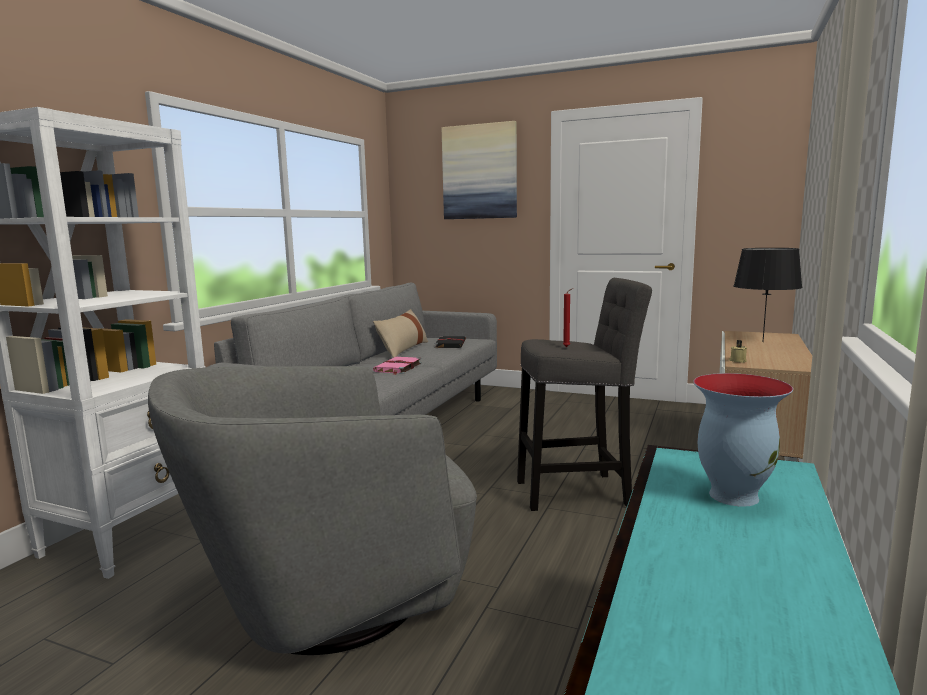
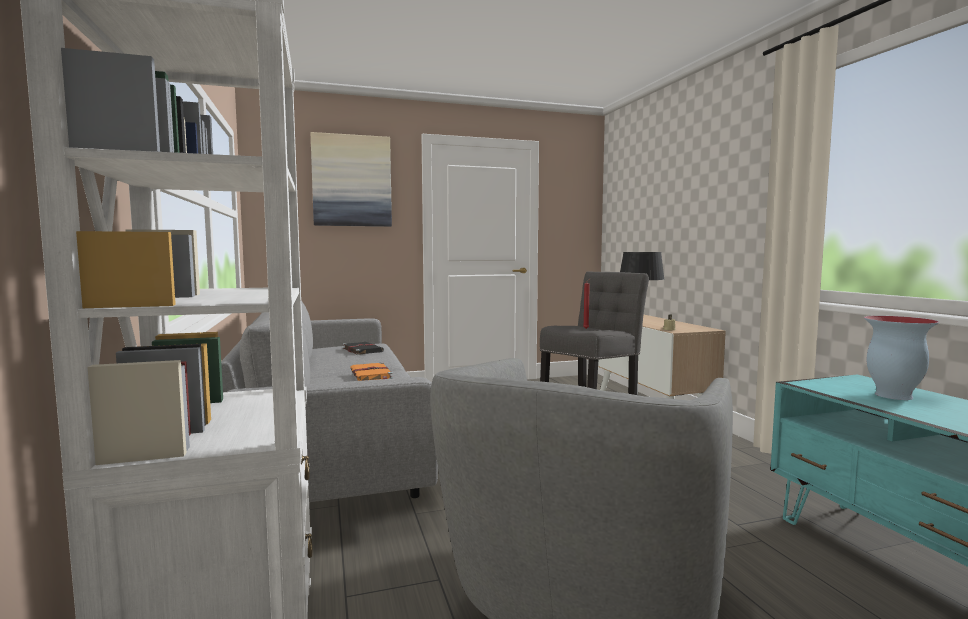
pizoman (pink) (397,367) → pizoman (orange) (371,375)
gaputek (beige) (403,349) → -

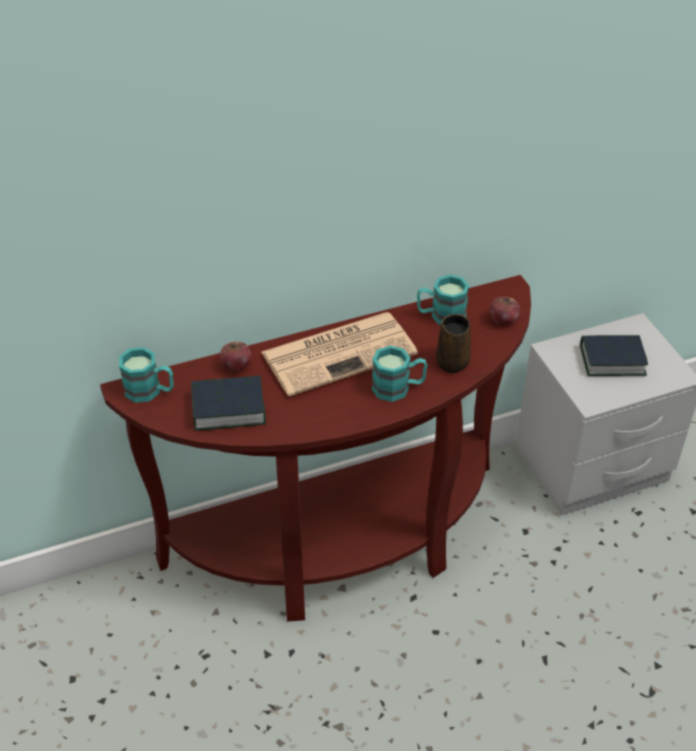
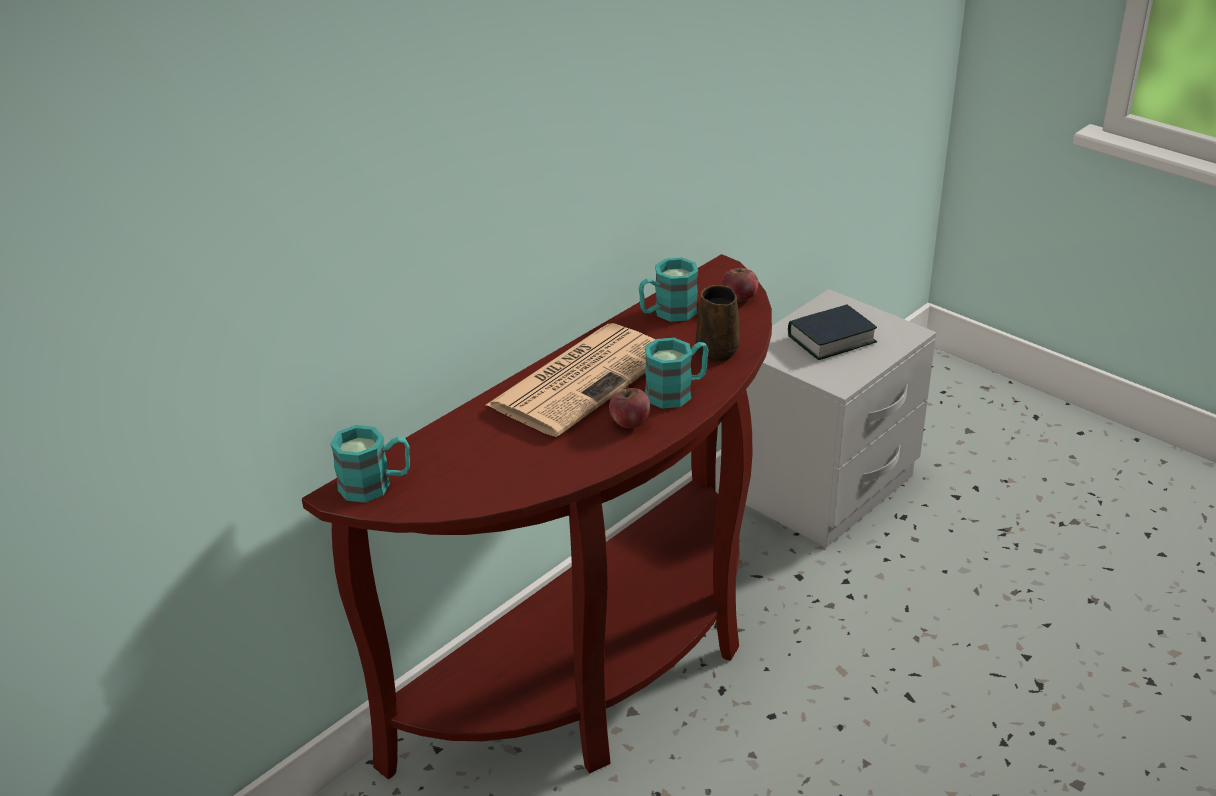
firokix (236,366) → firokix (629,422), move
pizoman (228,408) → -

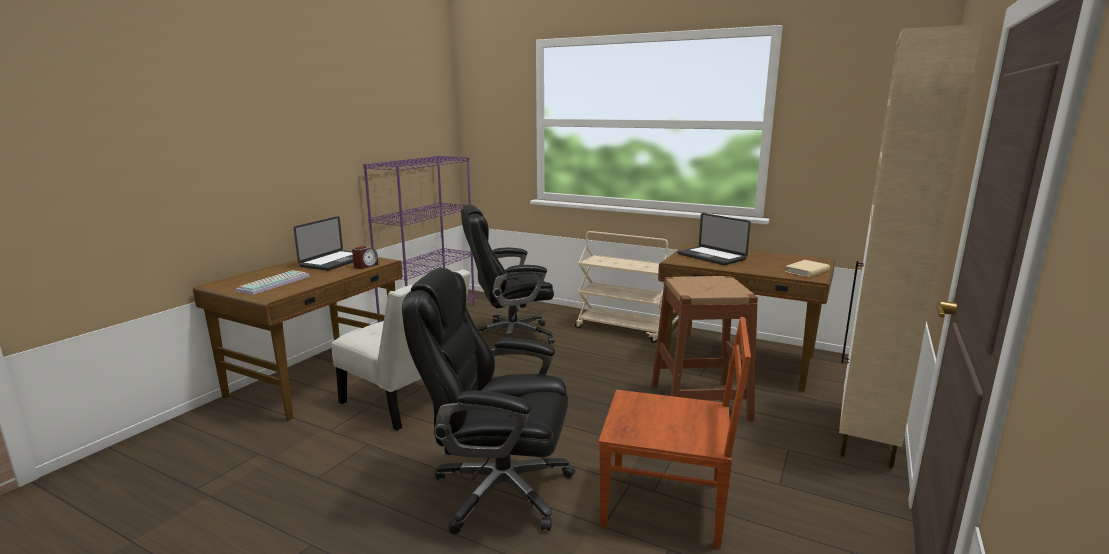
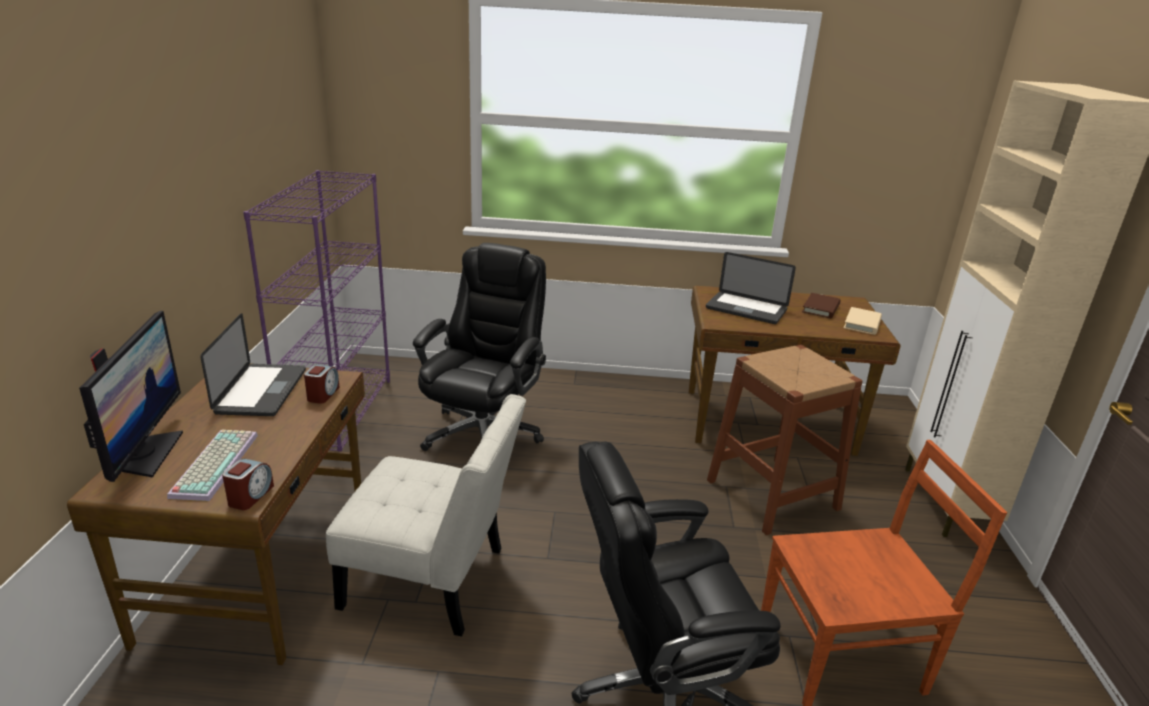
- → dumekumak (146,454)
- → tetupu (250,496)
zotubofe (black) (510,336) → zotubofe (black) (483,433), 150 degrees clockwise
- → pizoman (brown) (821,308)
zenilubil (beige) (622,329) → -

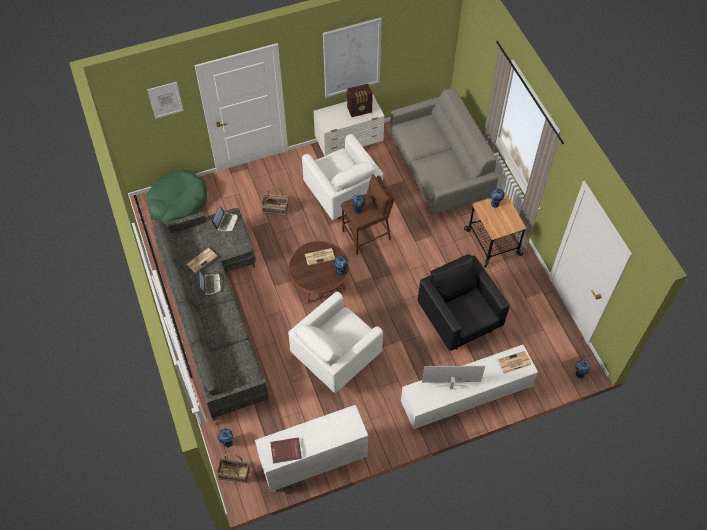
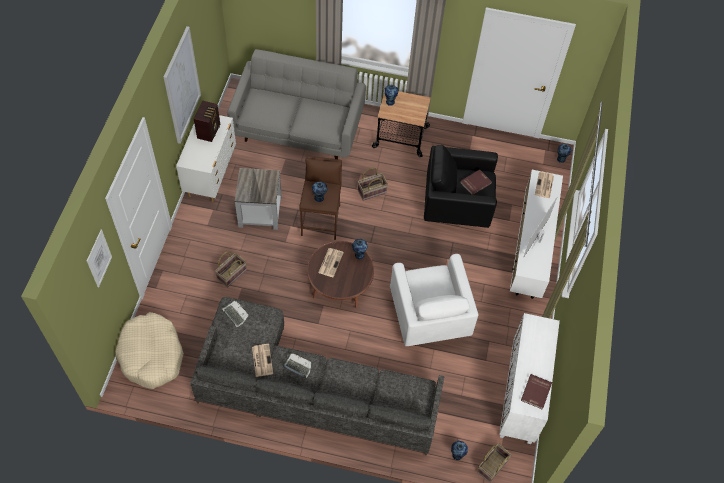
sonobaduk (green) (177,203) → sonobaduk (beige) (151,355)
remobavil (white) (342,194) → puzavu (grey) (260,212)
- → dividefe (372,191)
- → pizoman (red) (475,182)

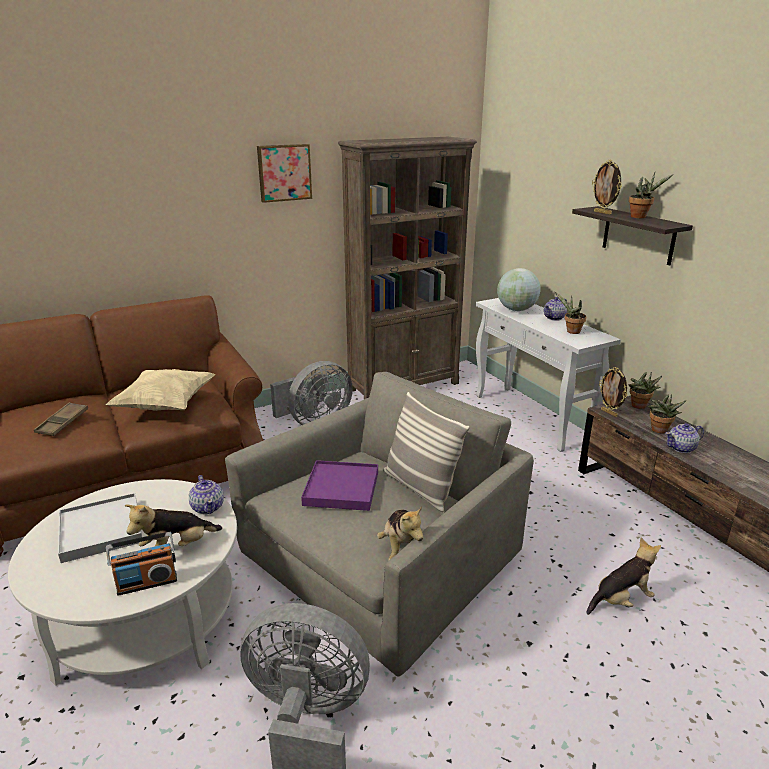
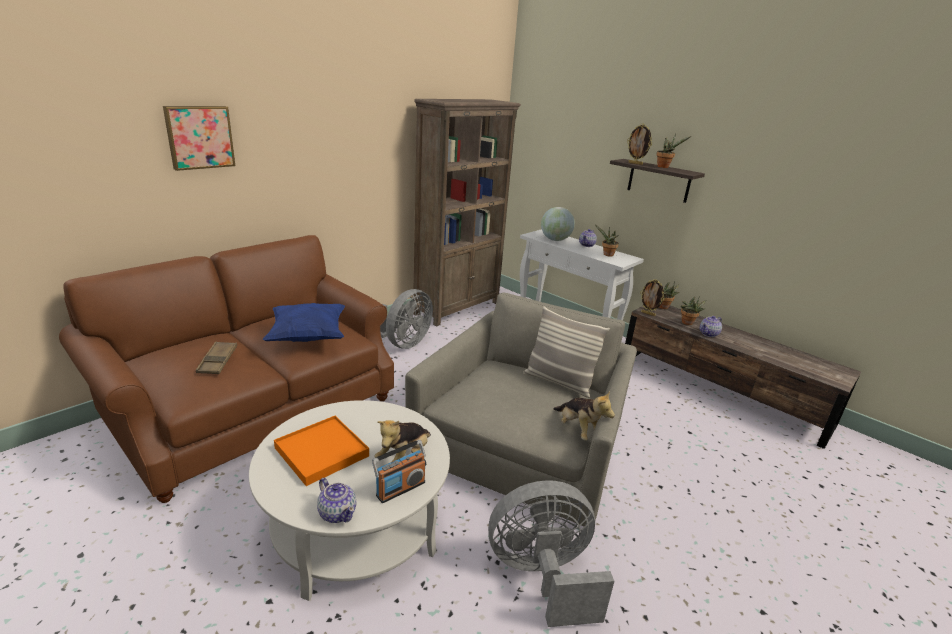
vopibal (284,172) → vopibal (199,137), move
gaputek (beige) (165,405) → gaputek (blue) (308,337)
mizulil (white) (101,530) → mizulil (orange) (321,452)
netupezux (208,507) → netupezux (337,513), move
mizulil (purple) (341,488) → -
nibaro (621,600) → -

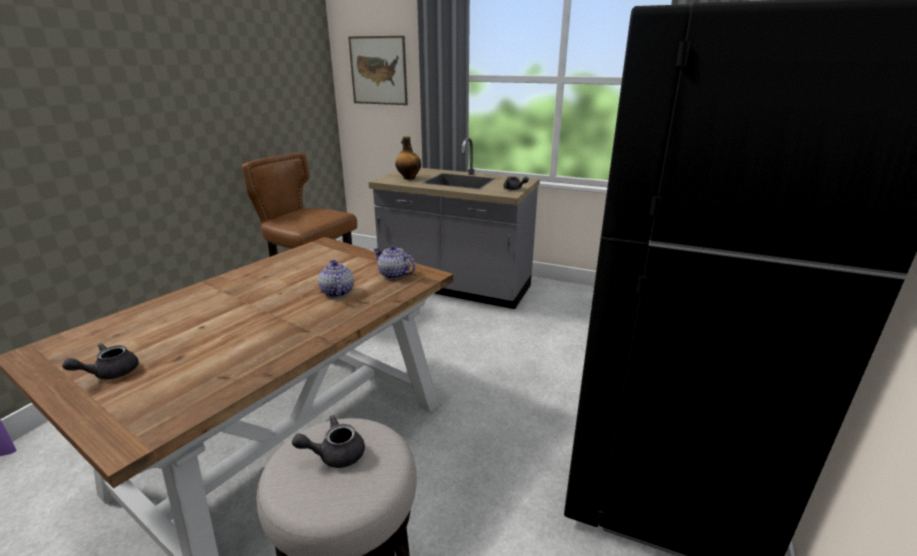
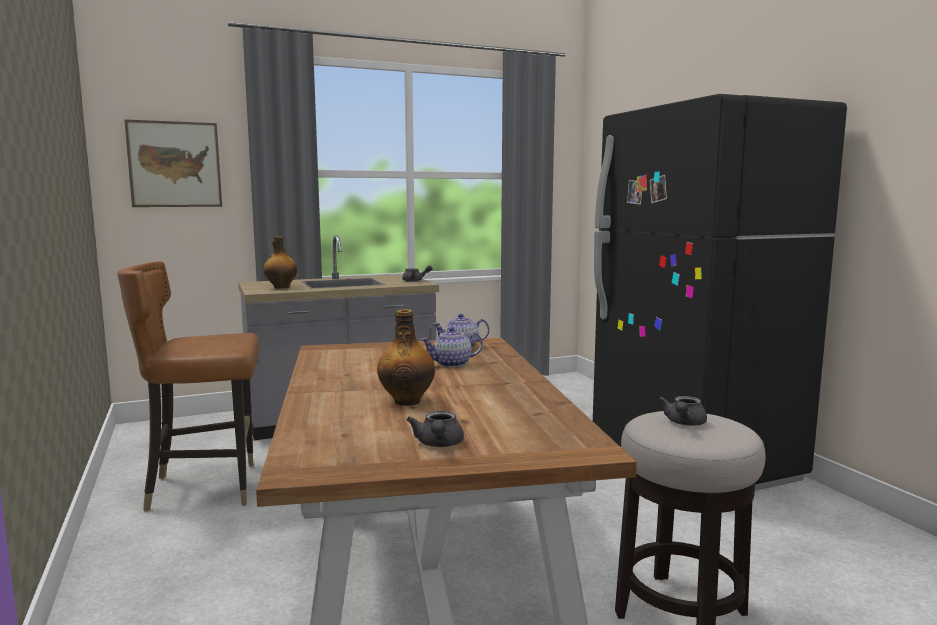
- → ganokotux (407,401)
netupezux (337,292) → netupezux (452,364), 45 degrees counterclockwise

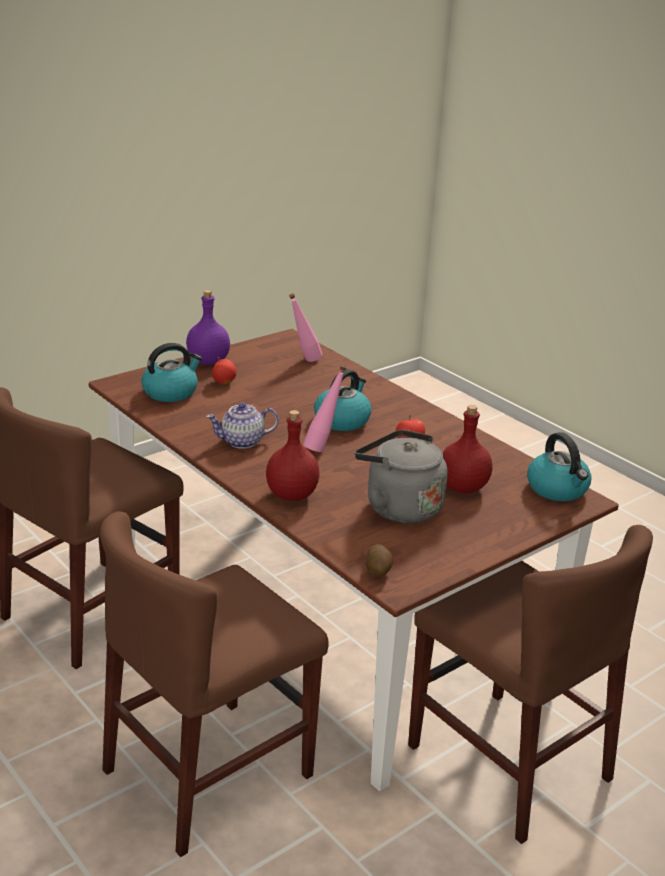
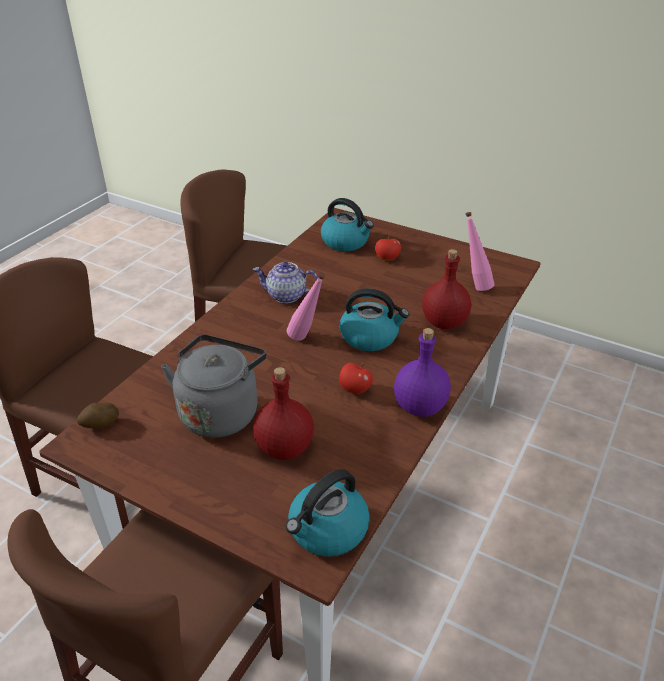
netupezux (242,442) → netupezux (286,296), 45 degrees counterclockwise
ganokotux (purple) (208,361) → ganokotux (purple) (420,406), move
ganokotux (red) (291,494) → ganokotux (red) (444,322), move

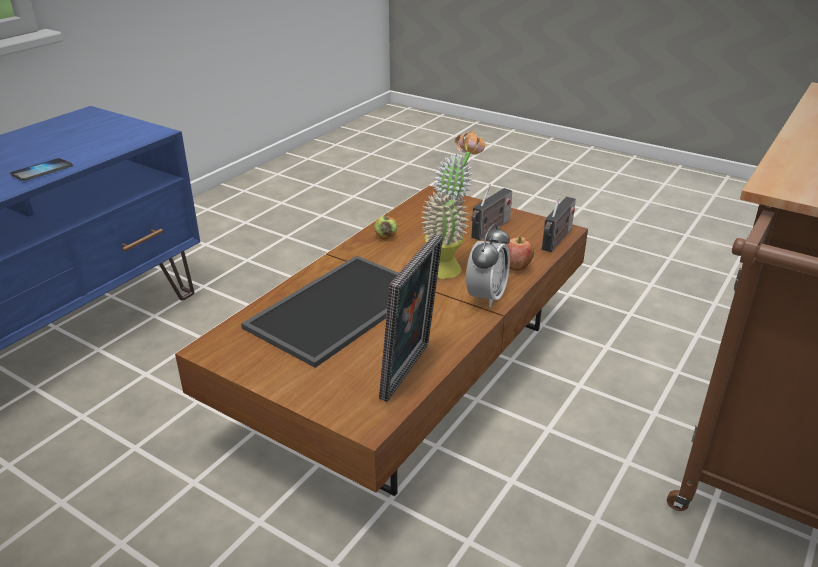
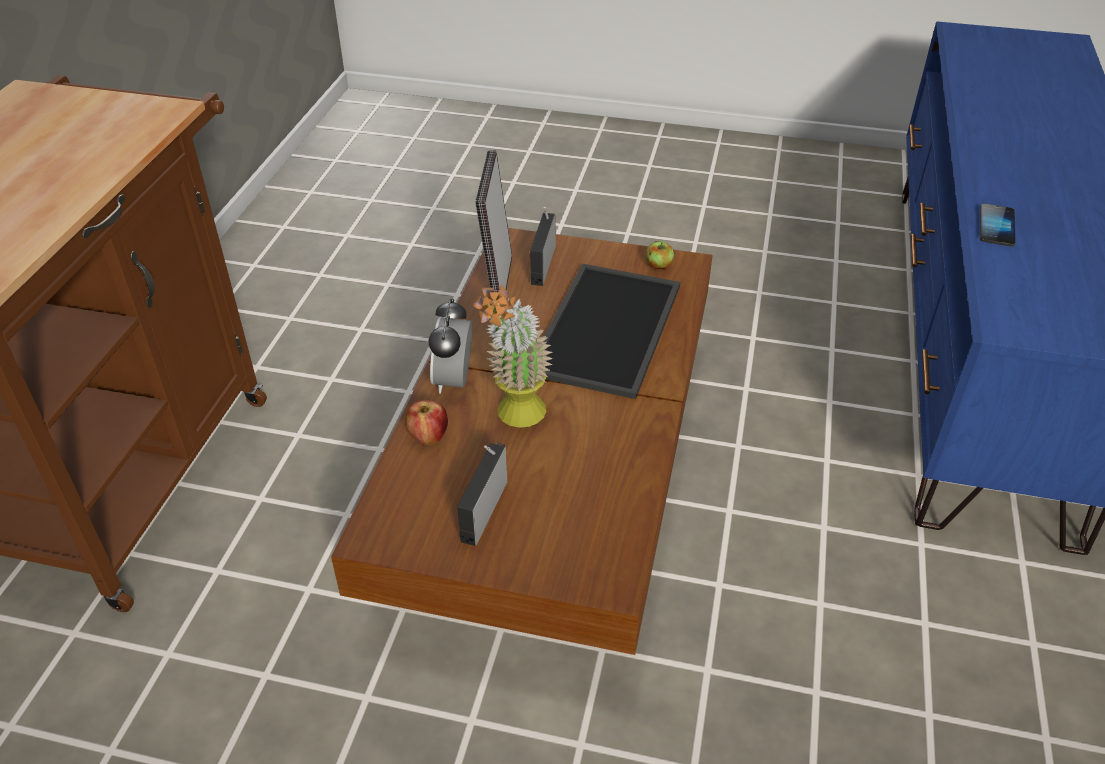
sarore (556,240) → sarore (542,263), move
firokix (386,237) → firokix (658,265), move

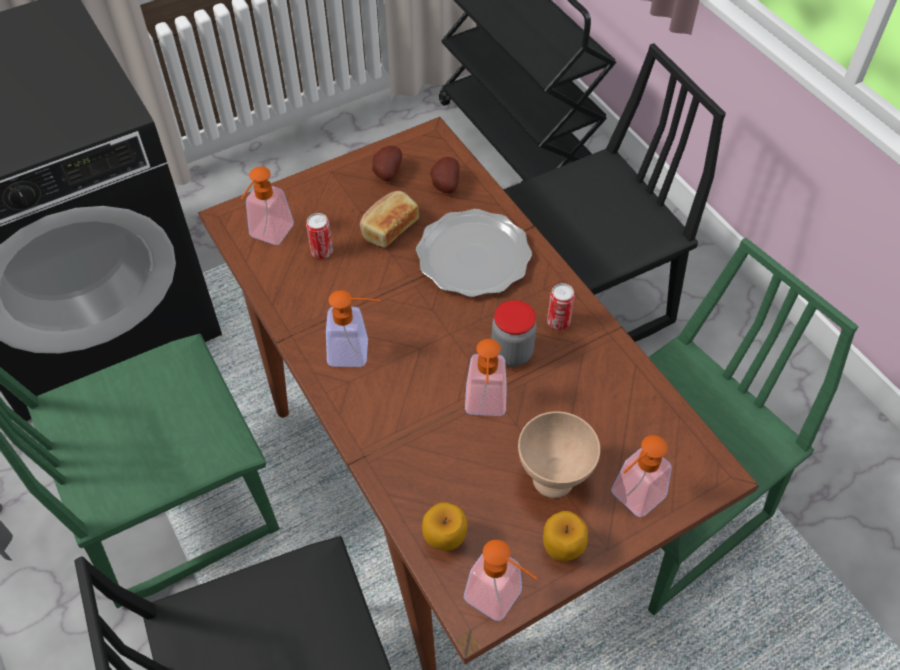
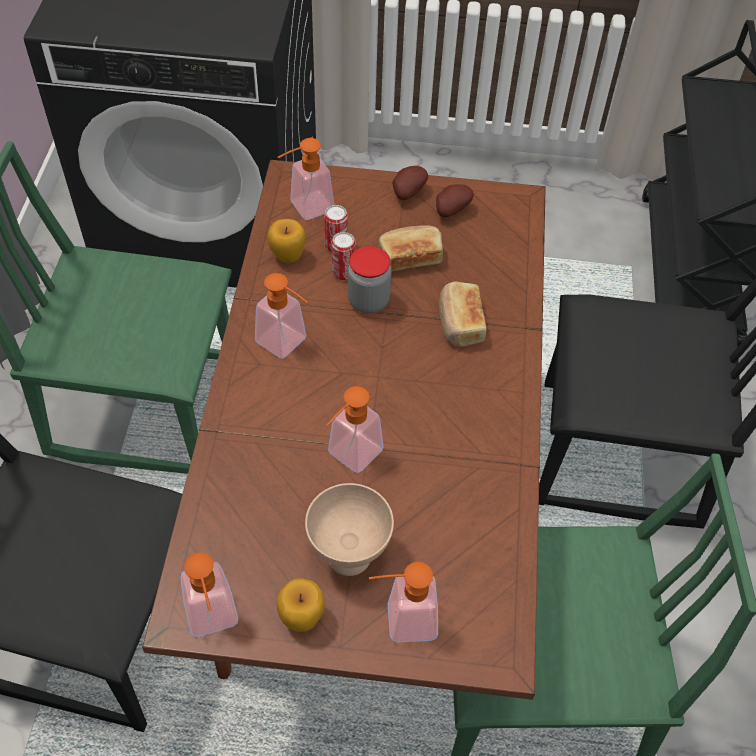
firokix (444,540) → firokix (288,257), move
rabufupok (558,322) → rabufupok (343,273), move
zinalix (511,353) → zinalix (368,301), move
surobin (444,185) → surobin (407,192), move
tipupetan (472,256) → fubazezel (459,323)

